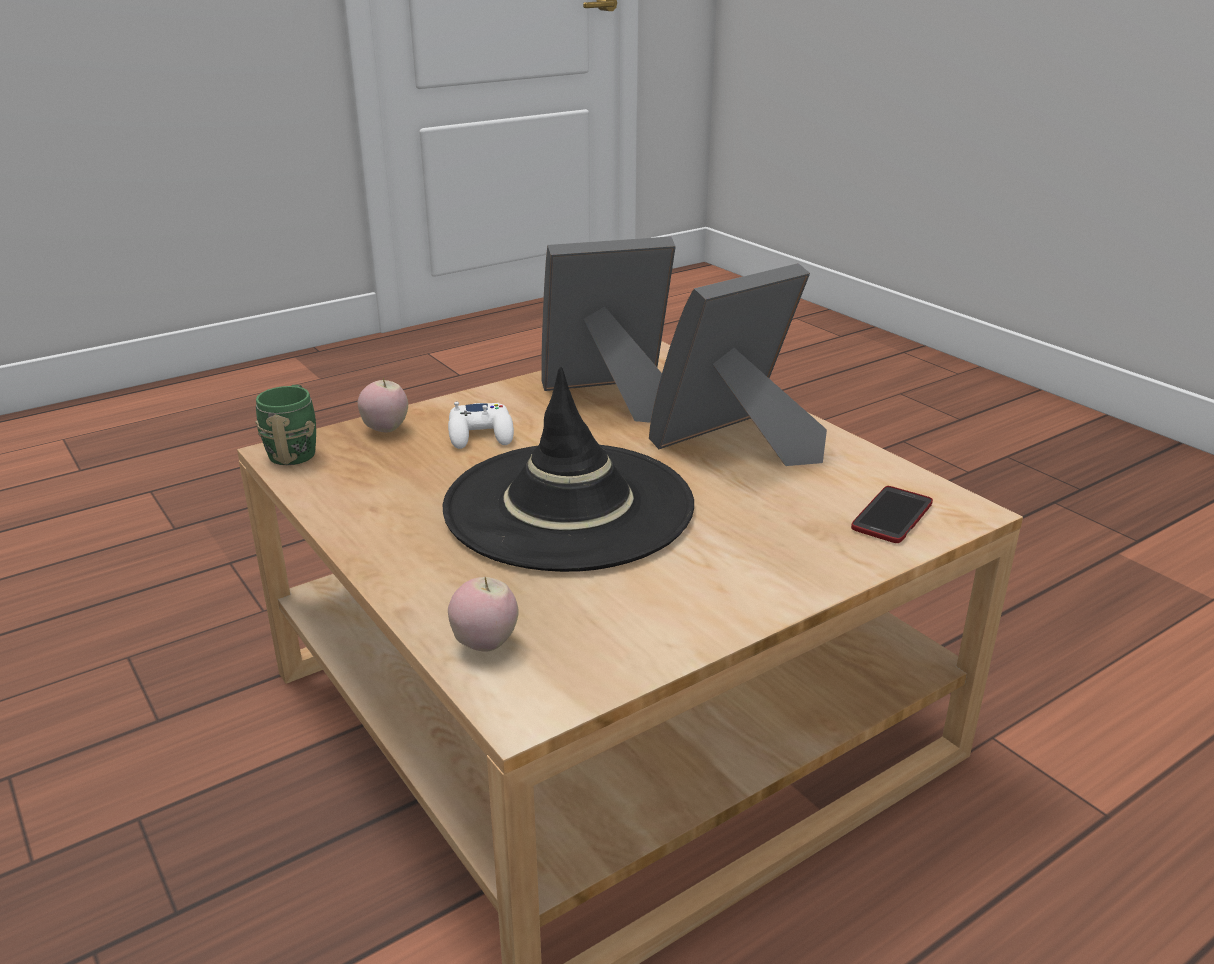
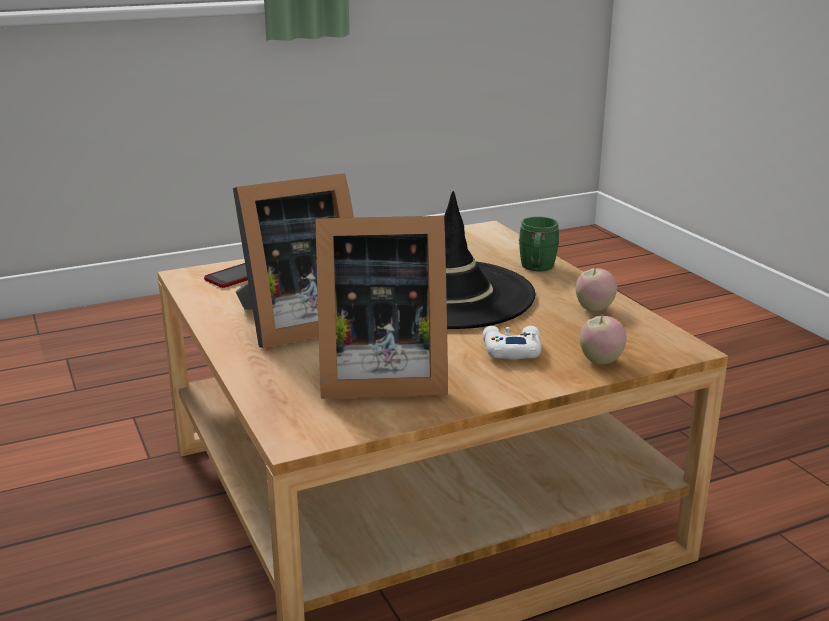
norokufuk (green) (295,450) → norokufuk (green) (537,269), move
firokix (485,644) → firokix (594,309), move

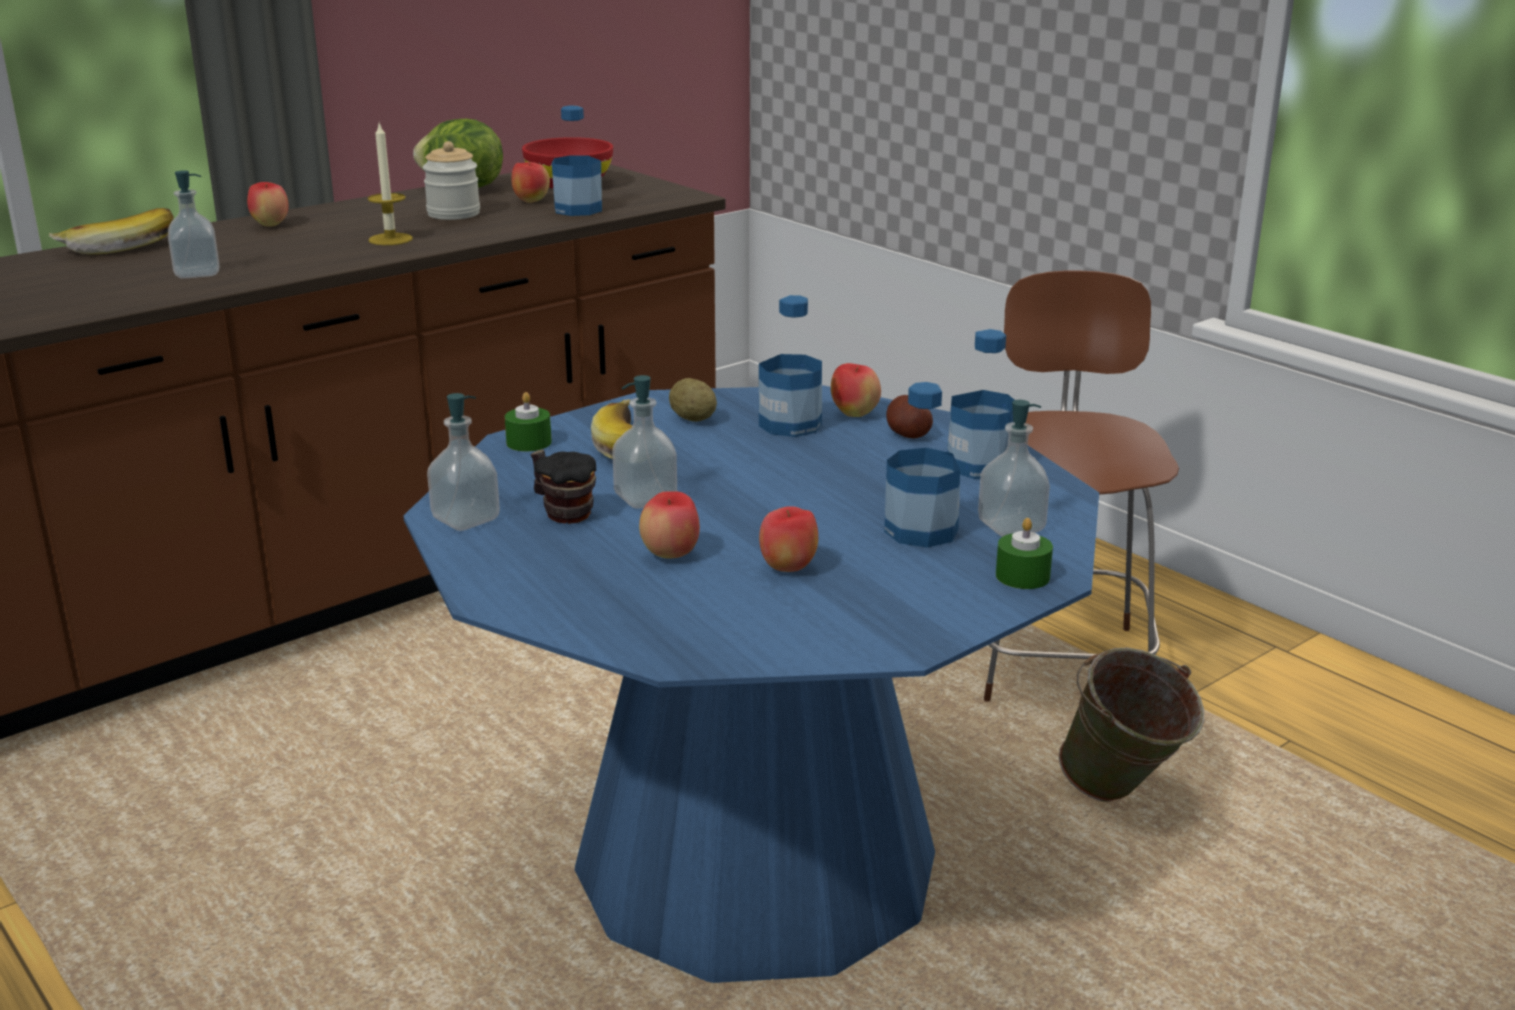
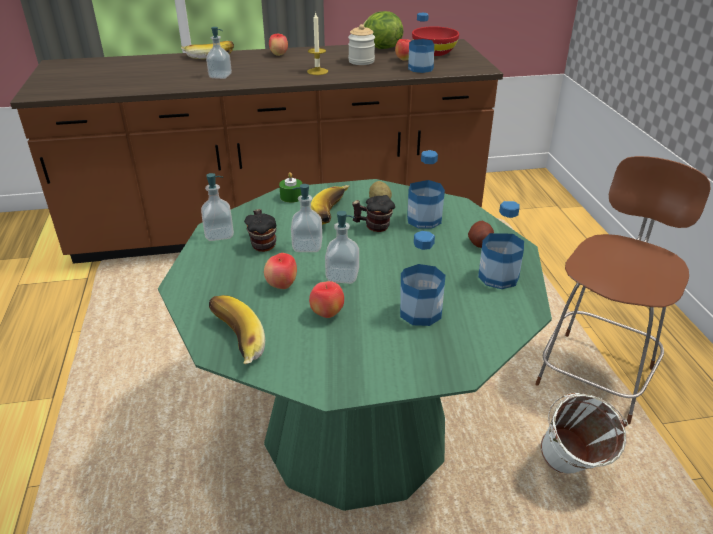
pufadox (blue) (756,863) → pufadox (green) (356,431)
- → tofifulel (233,342)
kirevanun (1011,526) → kirevanun (342,276), move
- → norokufuk (373,226)
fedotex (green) (1121,796) → fedotex (white) (570,472)
firokix (855,414) → -
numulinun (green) (1022,576) → -

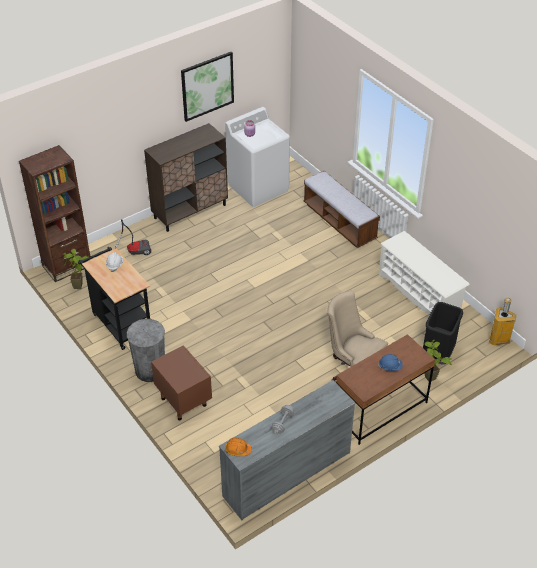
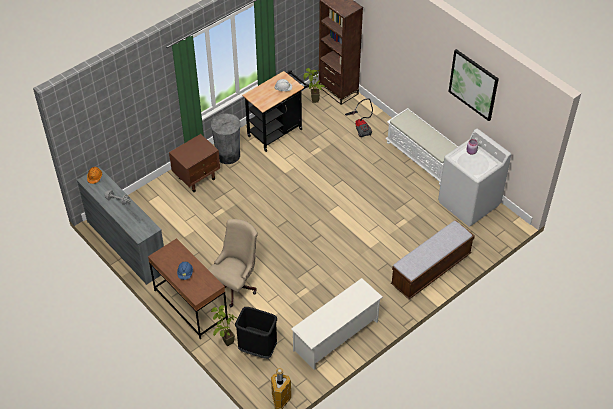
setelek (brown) (190,211) → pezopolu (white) (422,158)

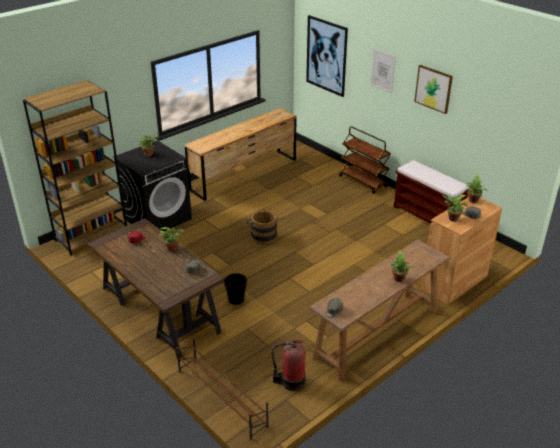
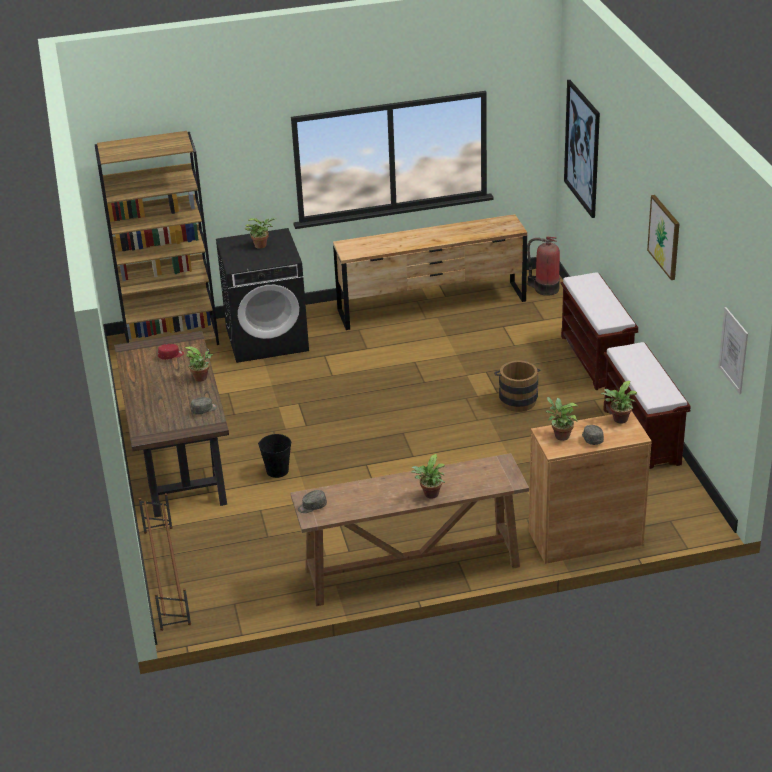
fedotex (brown) (262,236) → fedotex (brown) (517,399), move
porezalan (291,382) → porezalan (545,288), move
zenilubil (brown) (363,182) → pezopolu (brown) (596,360)
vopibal (383,71) → vopibal (733,350), move

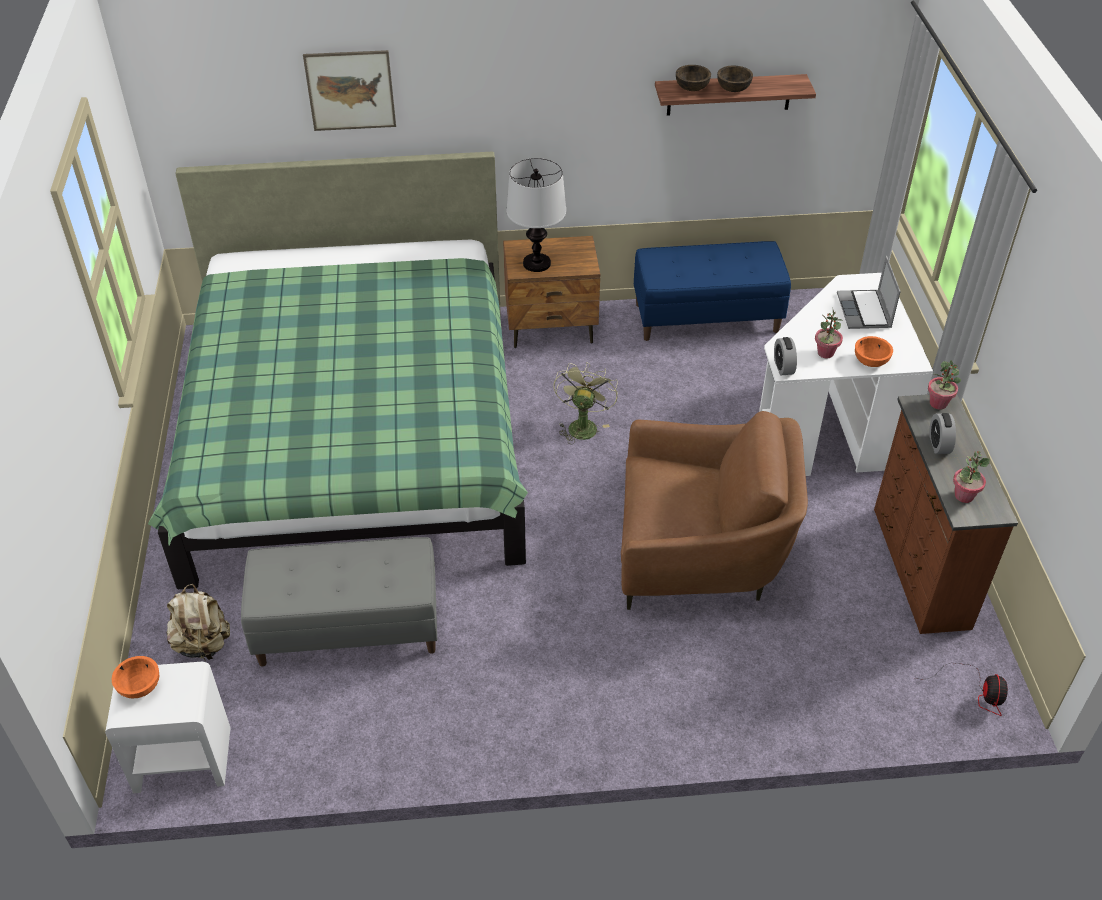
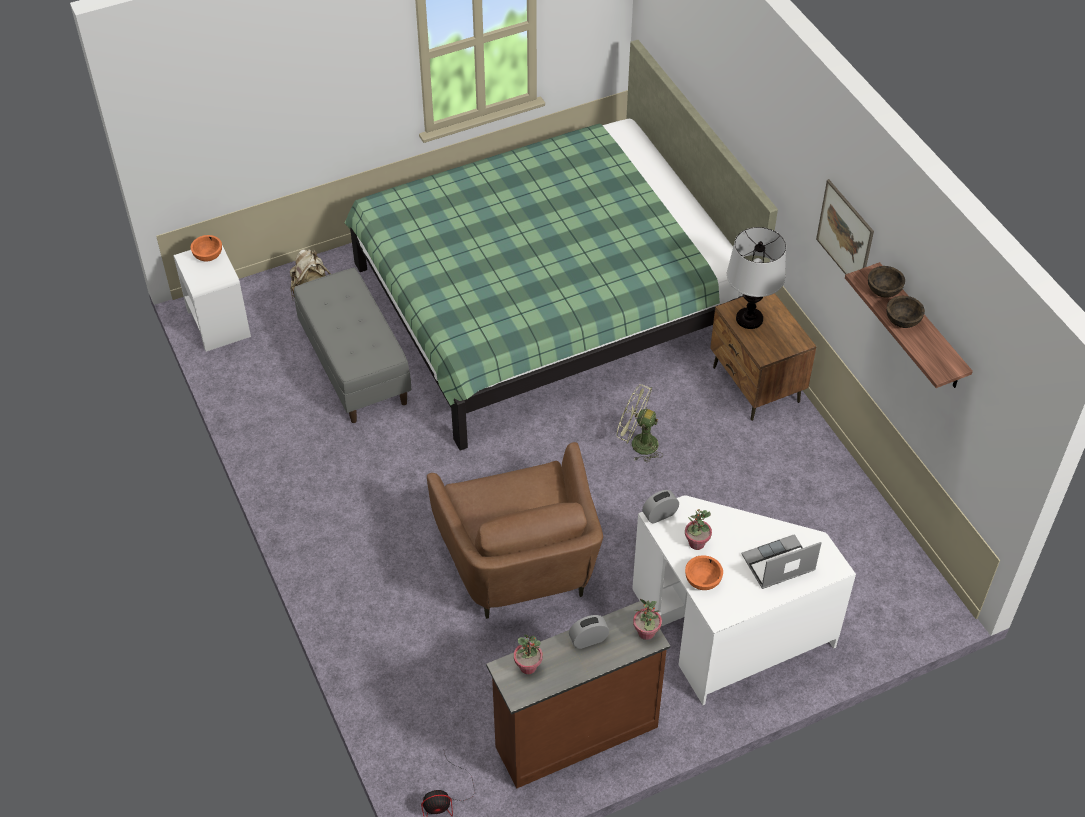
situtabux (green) (582,425) → situtabux (green) (638,443), 150 degrees counterclockwise
vopibal (350,90) → vopibal (845,235), move
pezopolu (blue) (707,317) → -

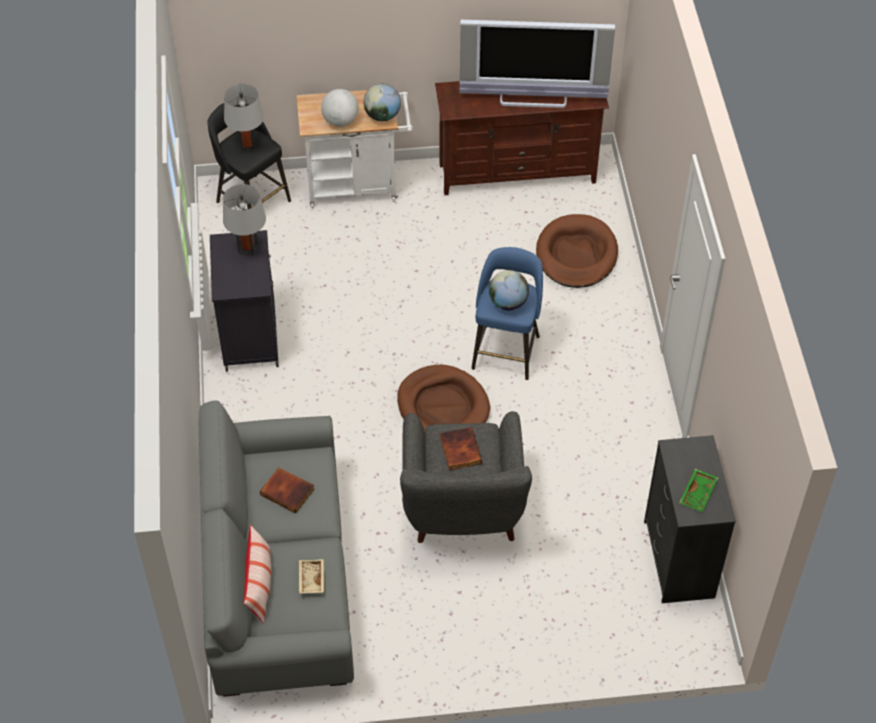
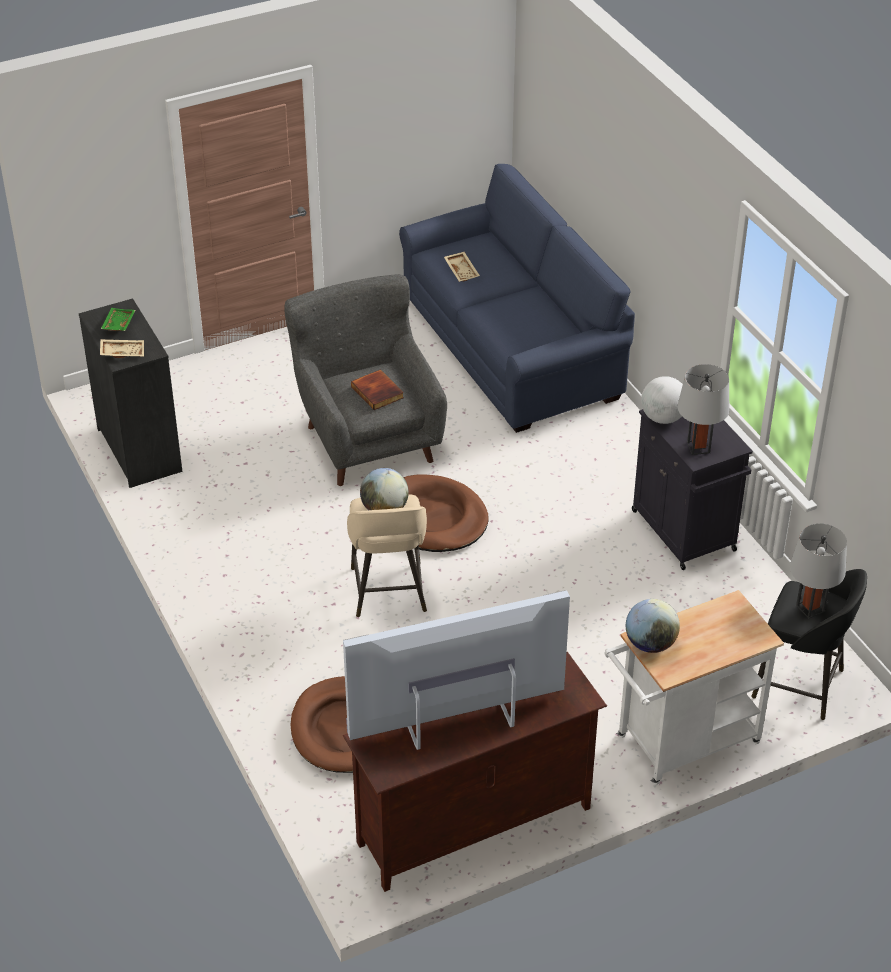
- → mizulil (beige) (122,352)
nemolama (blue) (506,350) → nemolama (beige) (388,592)
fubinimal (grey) (279,580) → fubinimal (blue) (511,349)
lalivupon (340,121) → lalivupon (663,418), move
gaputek (259,584) → -
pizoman (288,491) → -

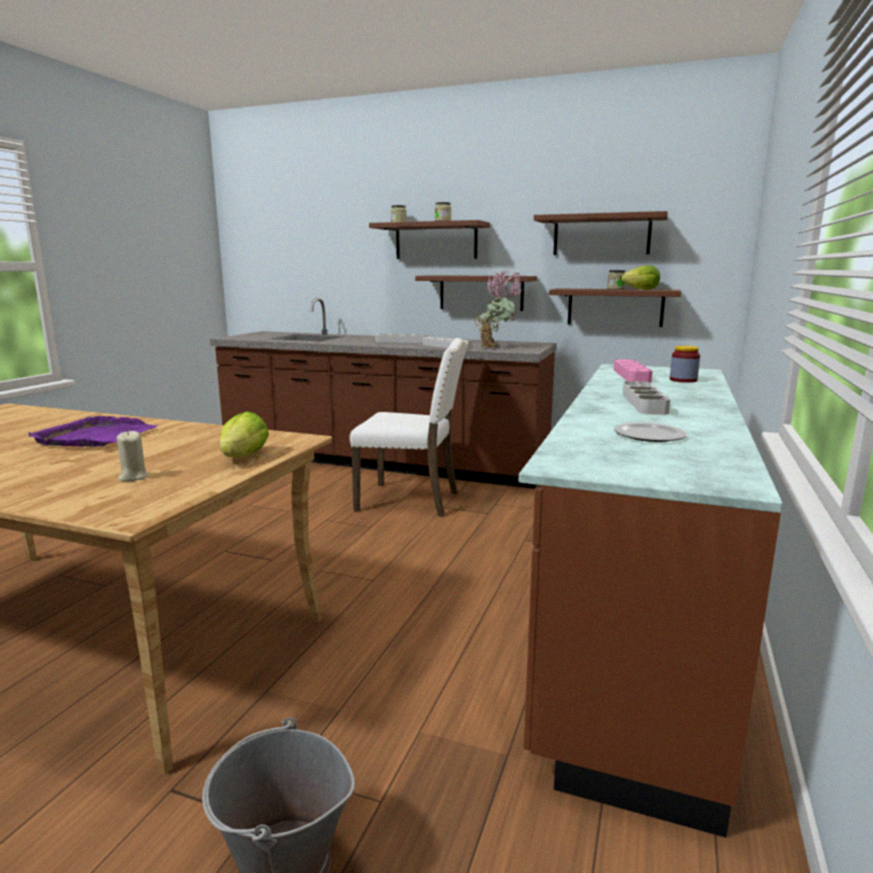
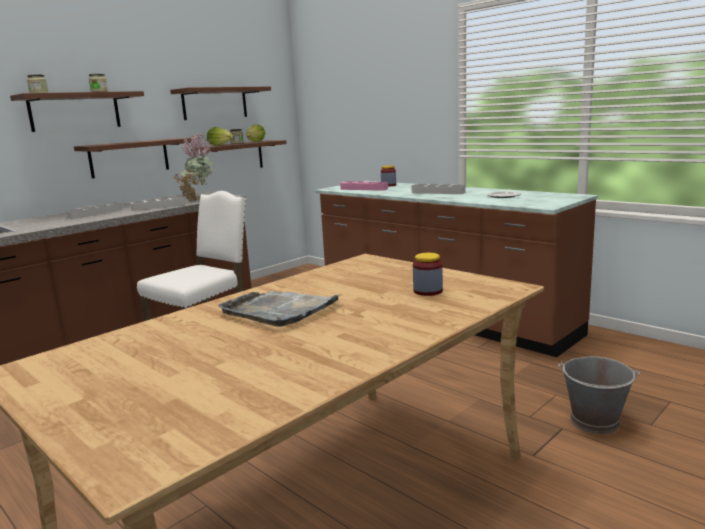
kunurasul (244,457) → kunurasul (220,145), move
mizulil (purple) (96,437) → mizulil (grey) (279,310)
numulinun (beige) (133,477) → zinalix (428,291)

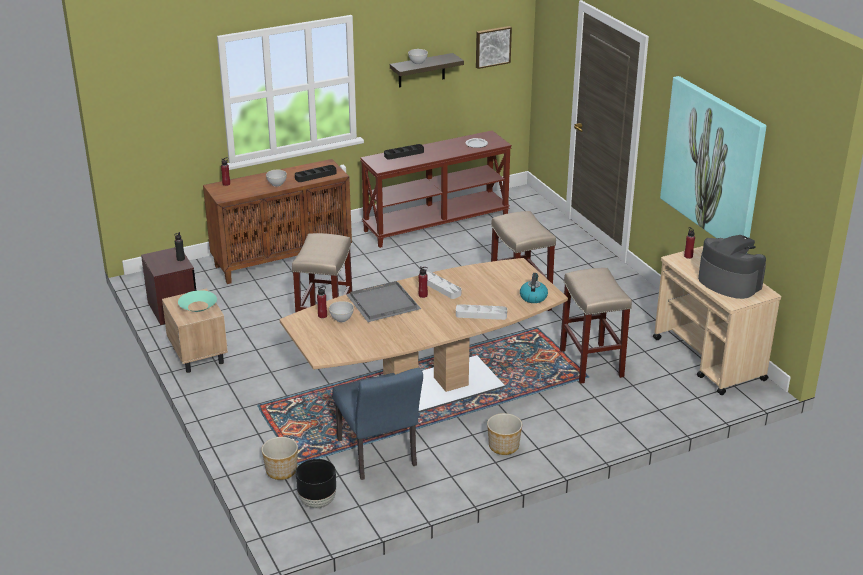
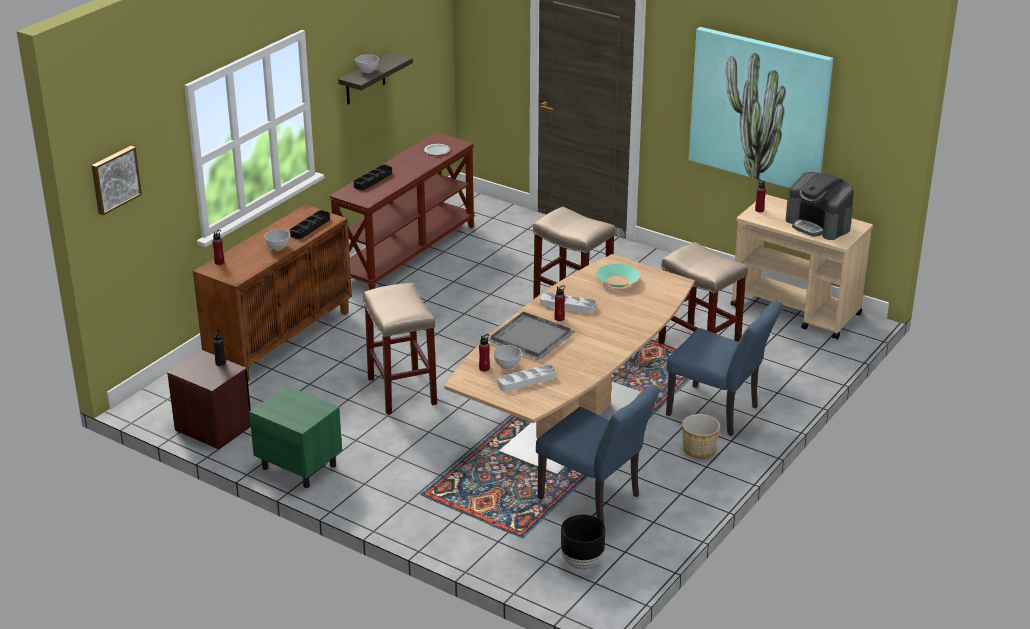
vopibal (492,46) → vopibal (114,179), move
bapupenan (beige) (198,355) → bapupenan (green) (298,466)
mizulil (grey) (481,314) → mizulil (grey) (526,381), move
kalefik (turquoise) (198,306) → kalefik (turquoise) (617,281), move
- → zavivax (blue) (719,413)
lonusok (728,282) → lonusok (818,224), 150 degrees counterclockwise
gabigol (281,470) → -
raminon (533,297) → -

